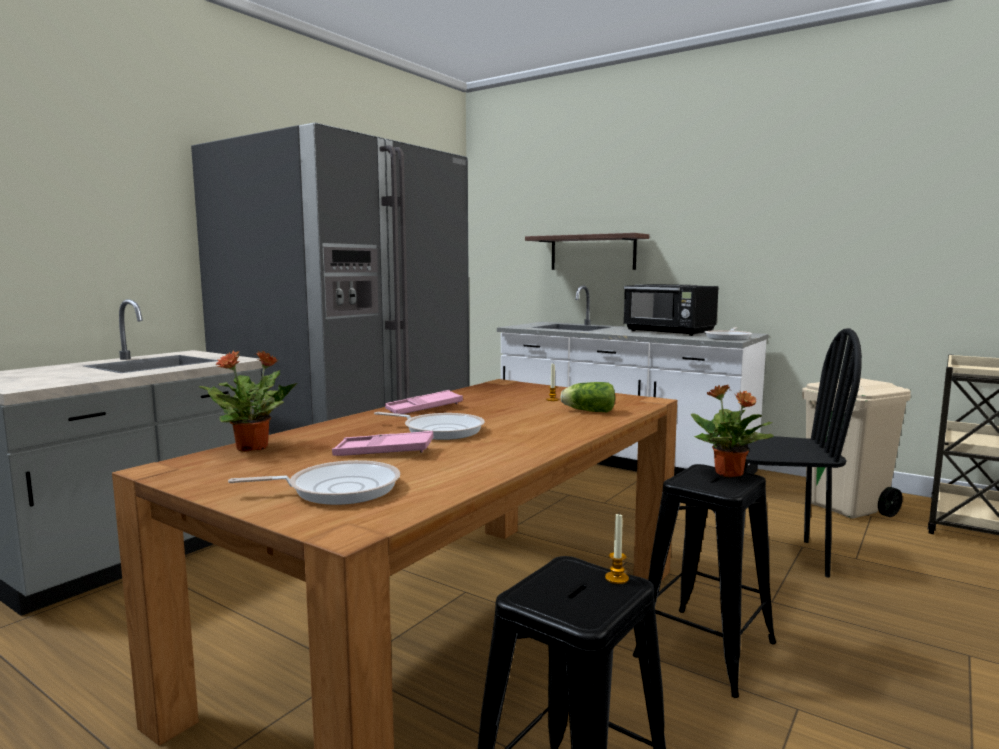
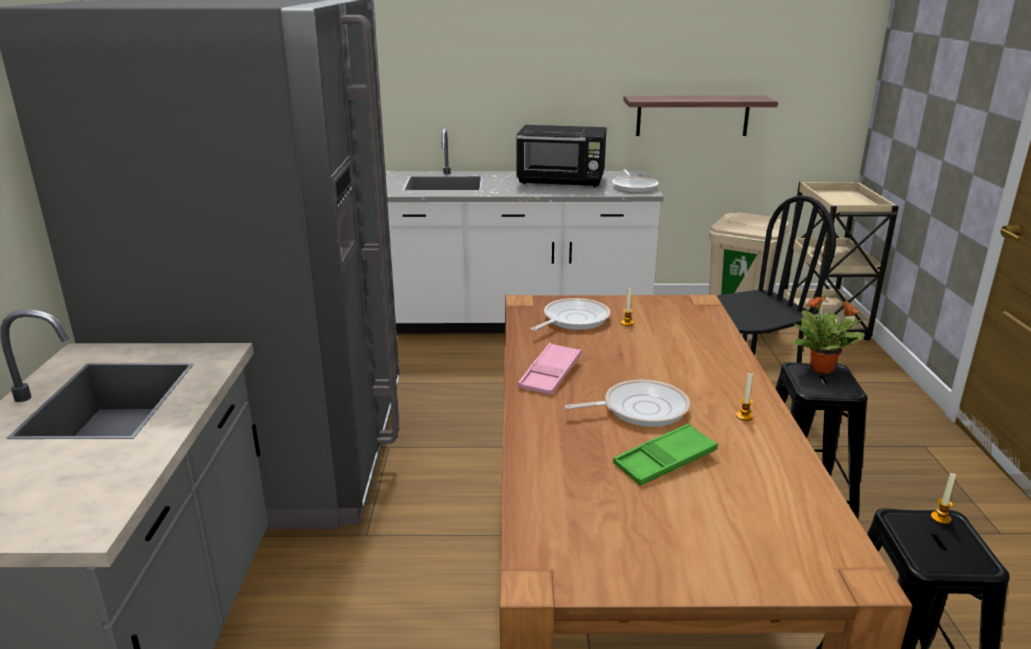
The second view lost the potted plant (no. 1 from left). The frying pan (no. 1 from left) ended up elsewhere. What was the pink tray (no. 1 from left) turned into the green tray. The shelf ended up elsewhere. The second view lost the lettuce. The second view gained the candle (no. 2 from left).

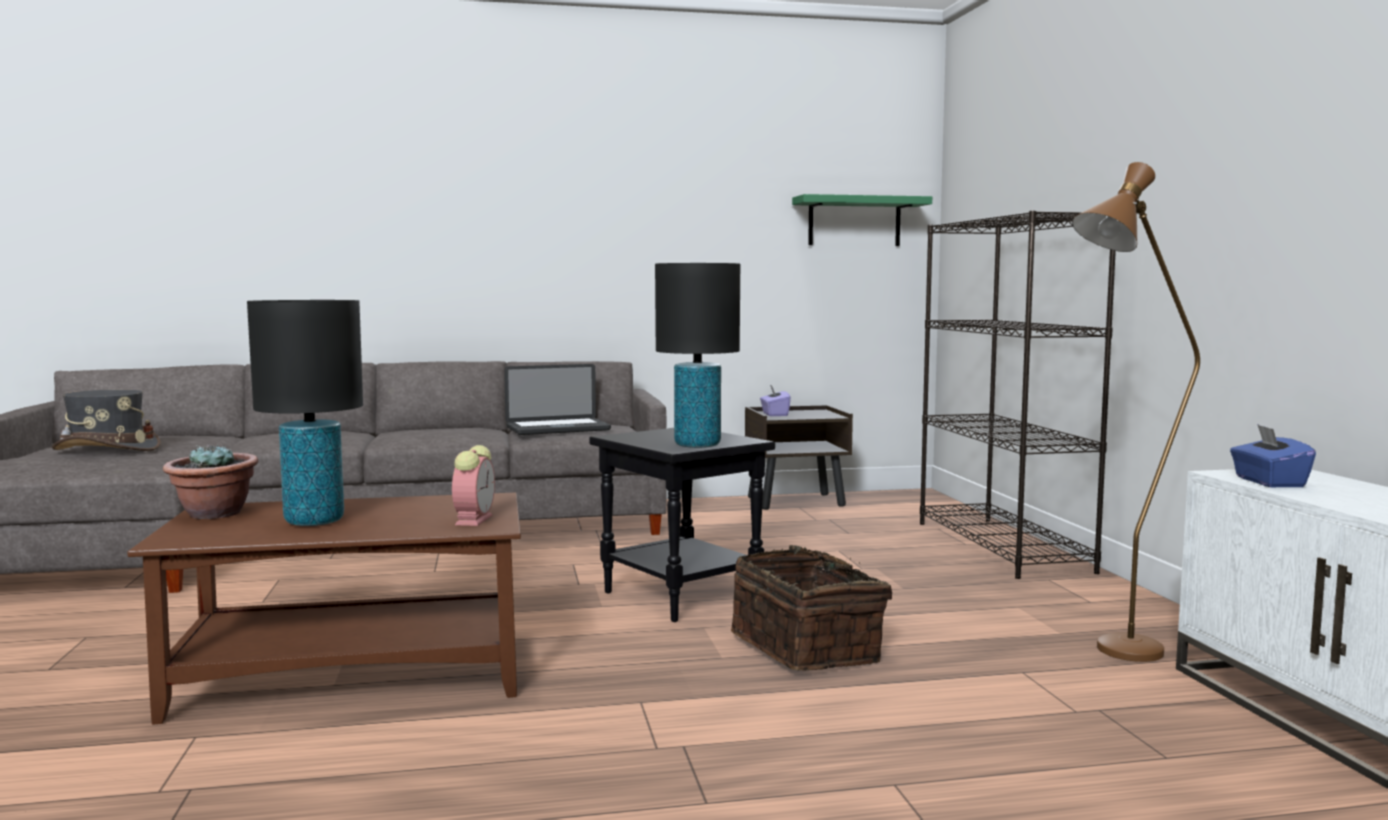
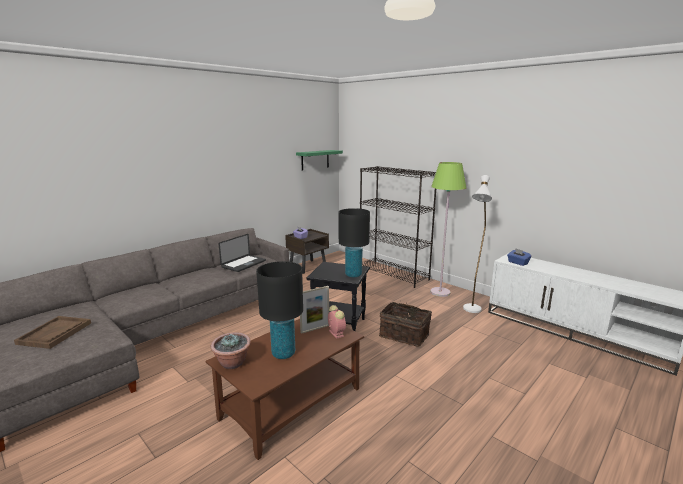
Where the grey hat stood, the brown tray came to stand. What was the brown floor lamp turned into the white floor lamp. The second view gained the picture frame. The second view gained the green floor lamp.

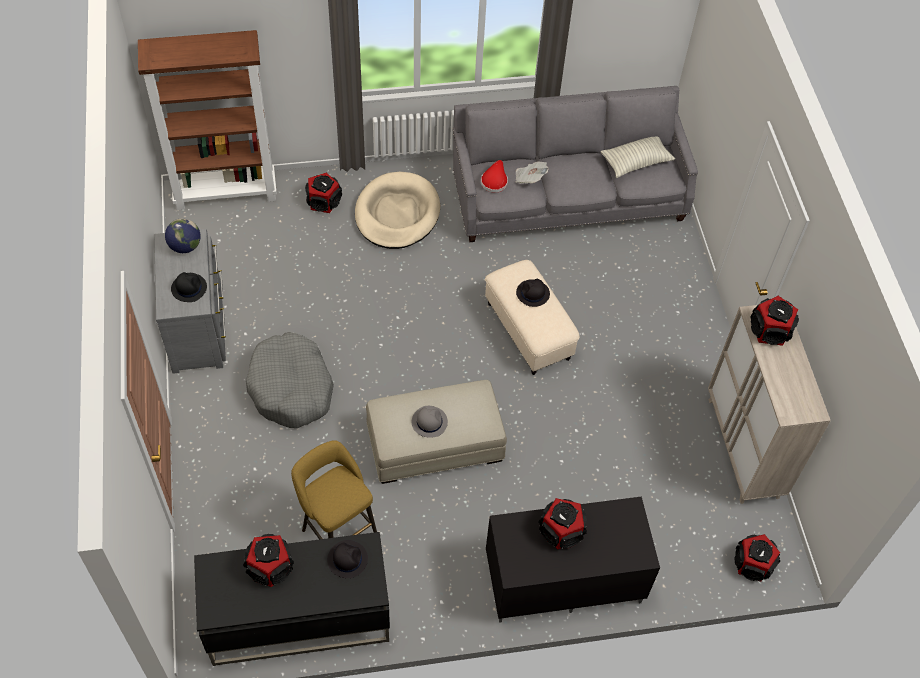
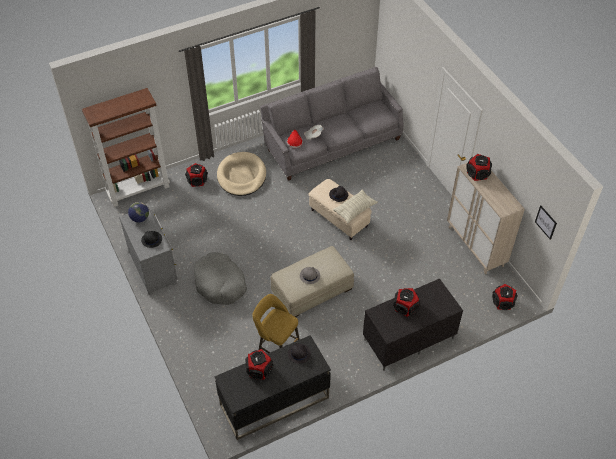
The pillow ended up elsewhere. The second view gained the picture.

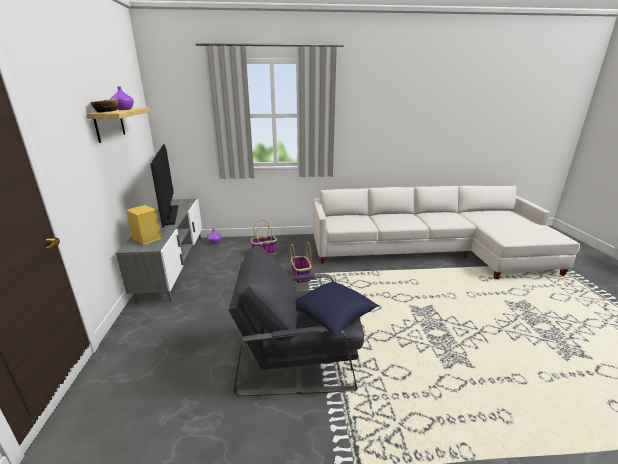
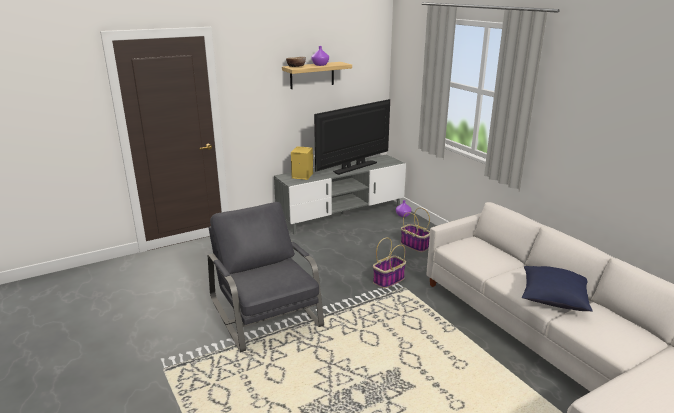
The blue pillow ended up elsewhere.

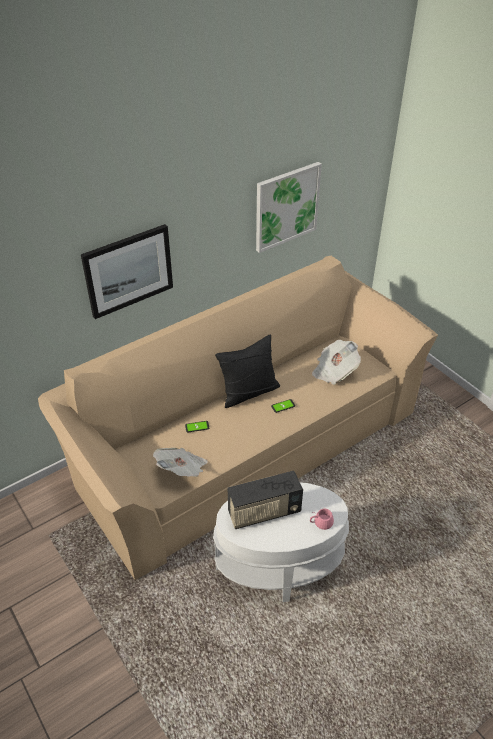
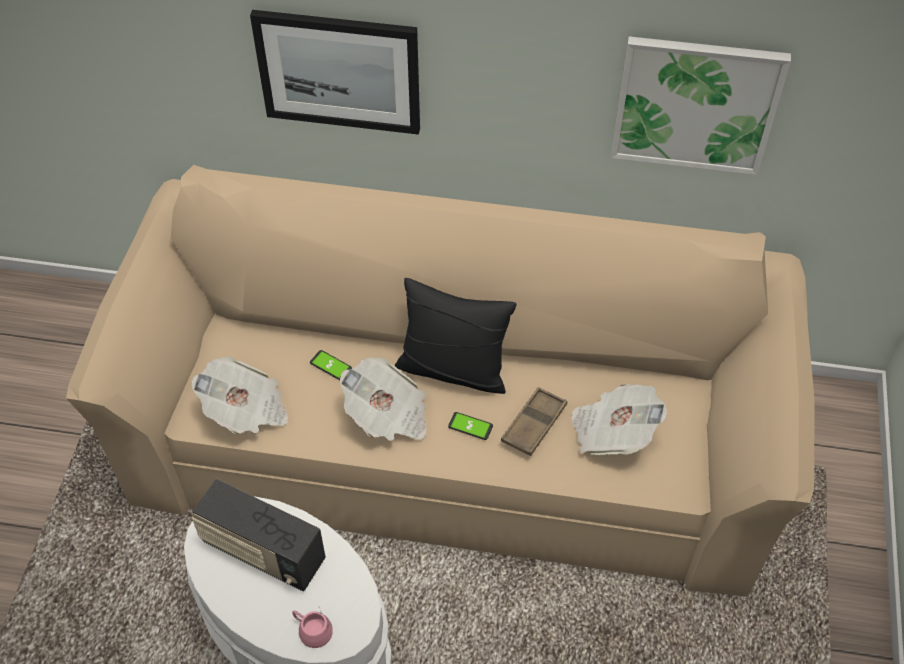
The second view gained the newspaper (no. 2 from left). The second view gained the brown tray.

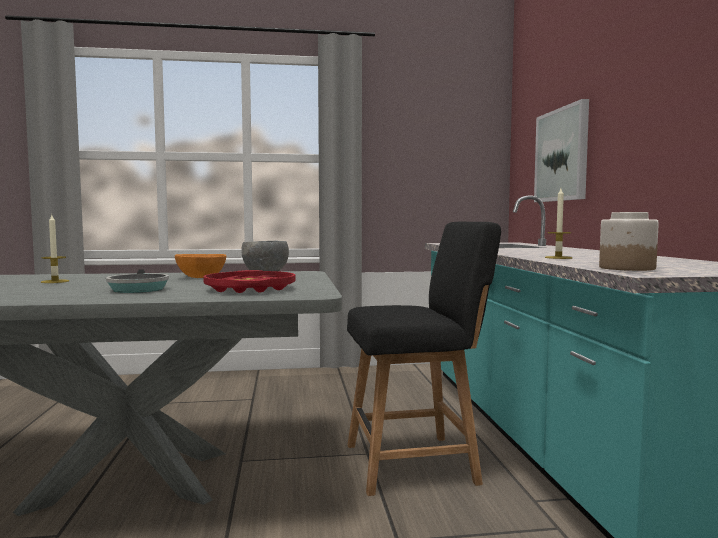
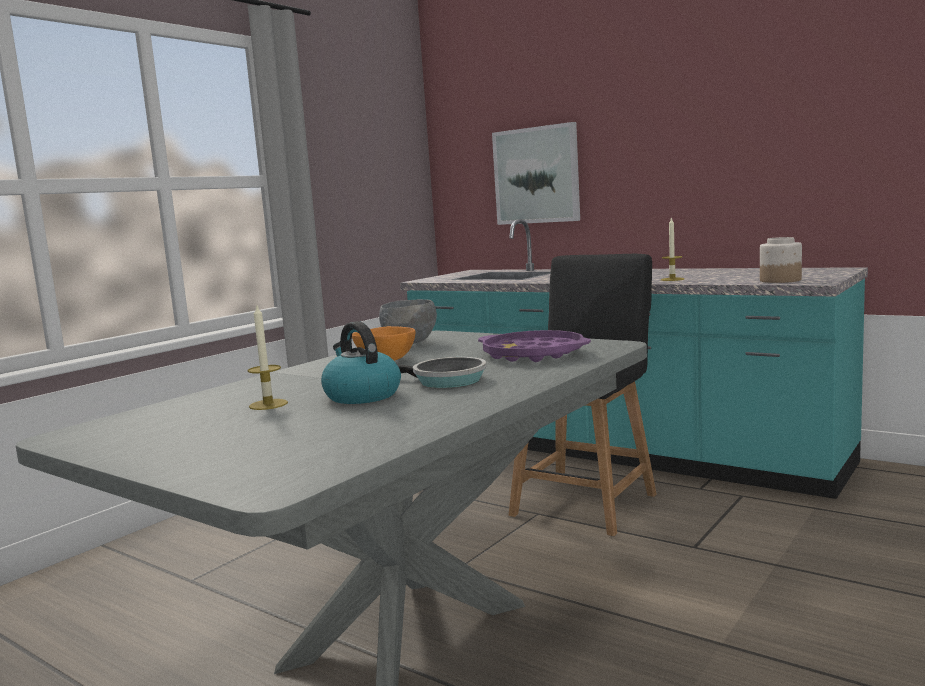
What was the red tray turned into the purple tray. The second view gained the kettle.

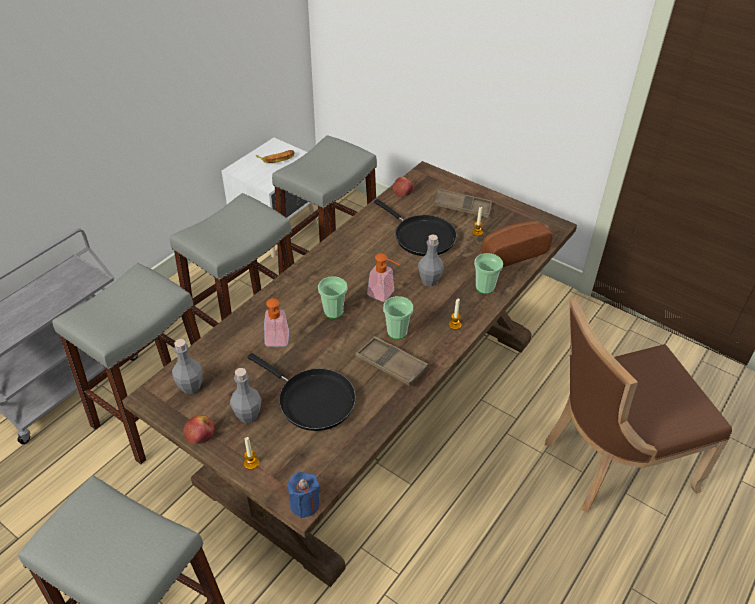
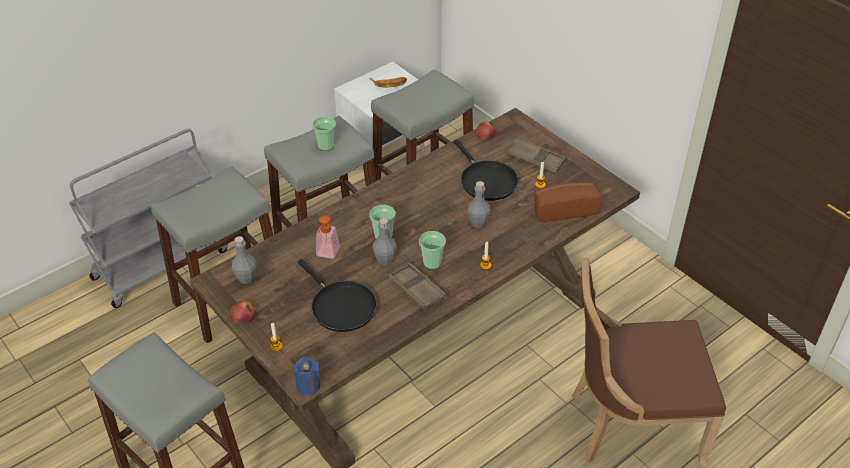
The grey bottle (no. 2 from left) ended up elsewhere. The second view lost the soap dispenser (no. 2 from left). The cup (no. 3 from left in the first image) ended up elsewhere.

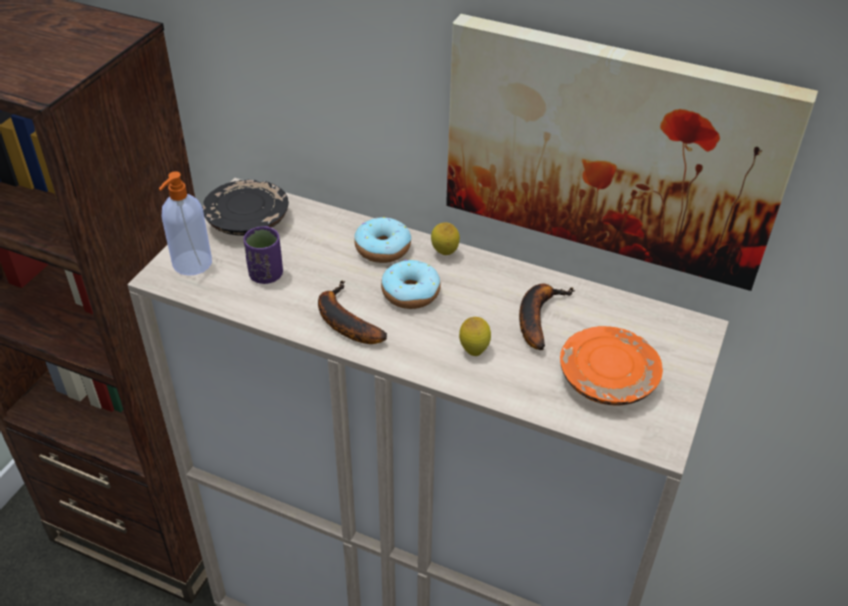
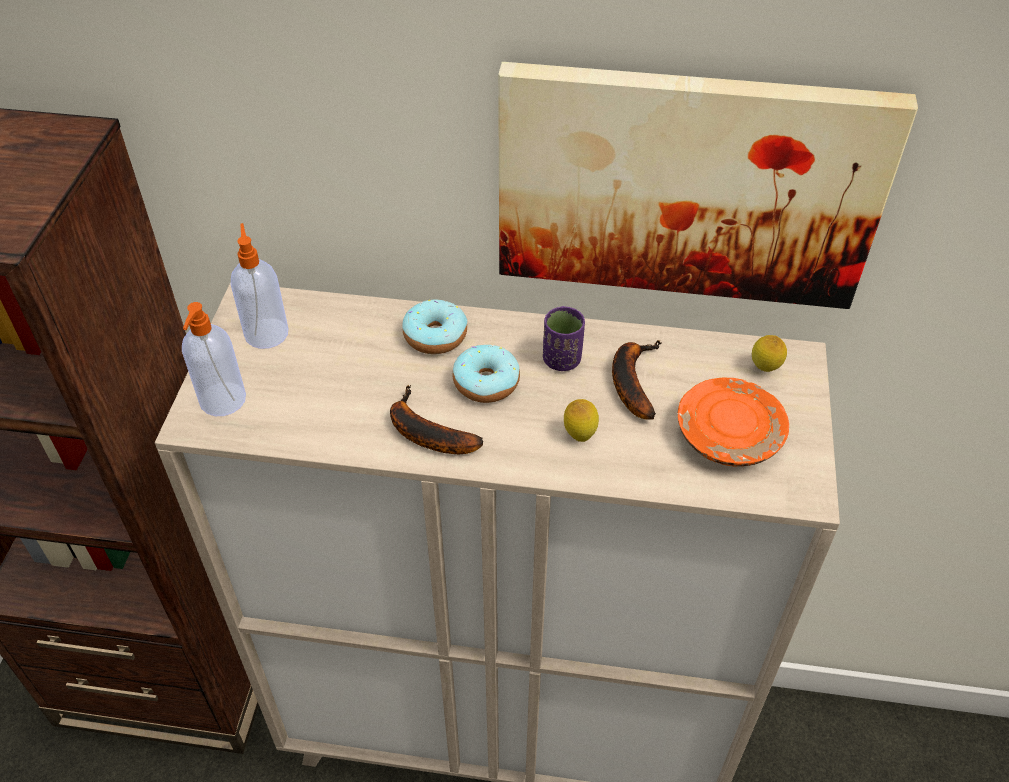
Where the black plate stood, the soap dispenser (no. 2 from left) came to stand. The purple cup ended up elsewhere. The lemon (no. 1 from left in the first image) ended up elsewhere.

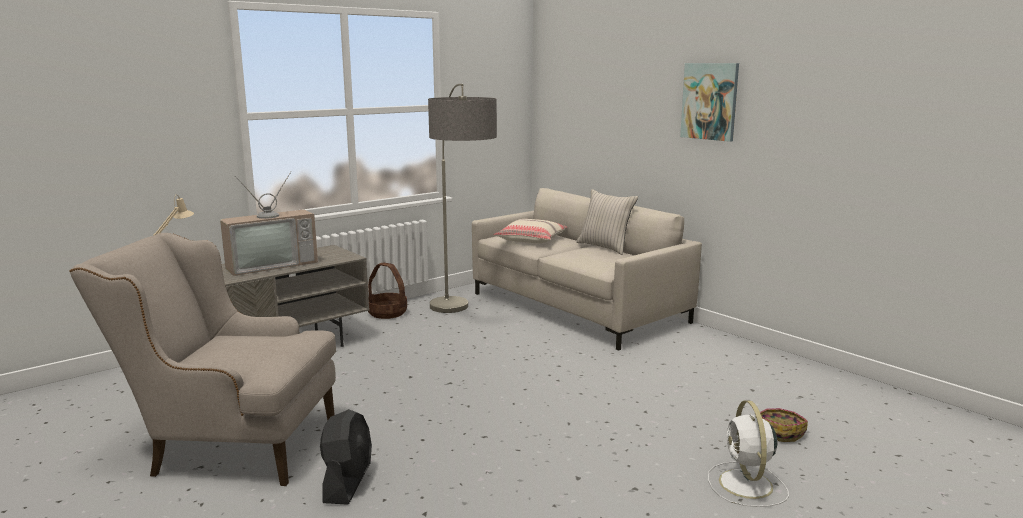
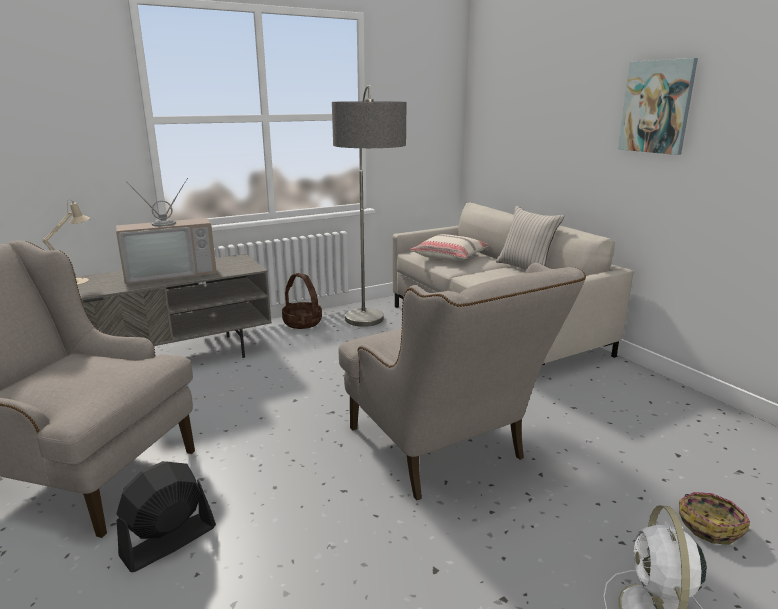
The black fan ended up facing another way, 150 degrees counterclockwise from before. The second view gained the beige armchair (no. 2 from left).

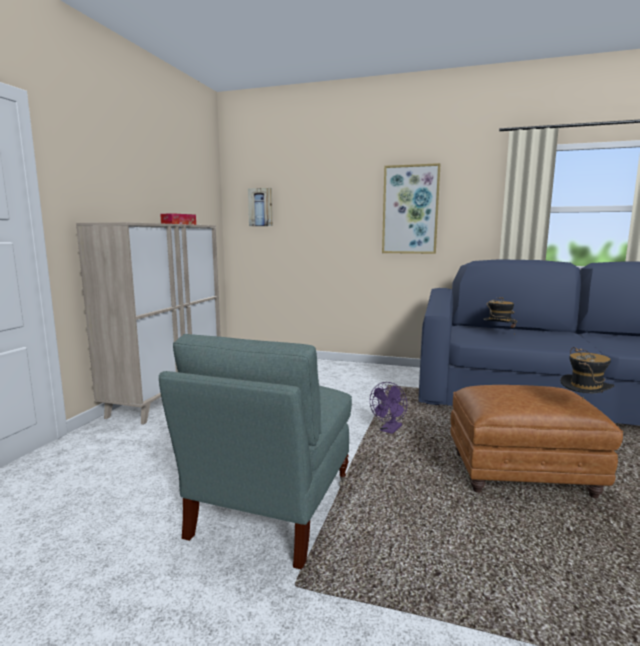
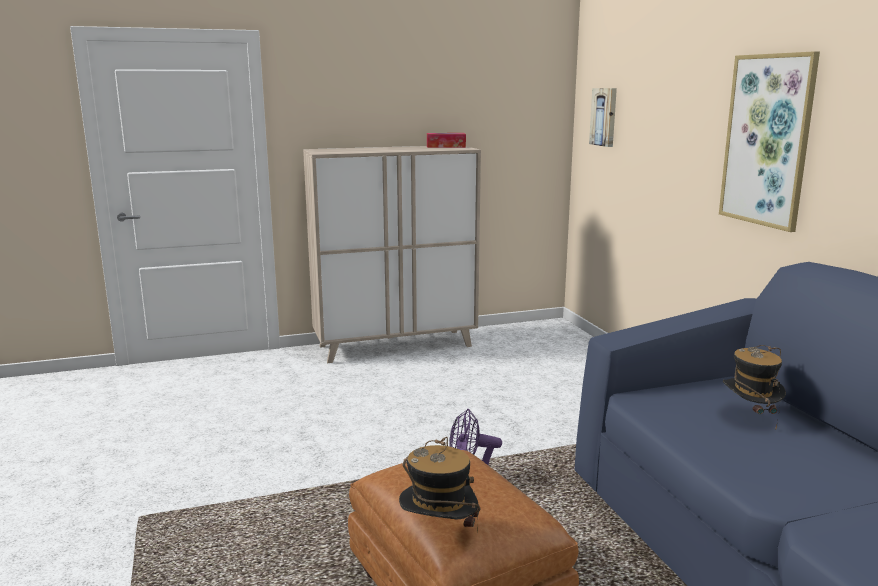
The second view lost the grey armchair.

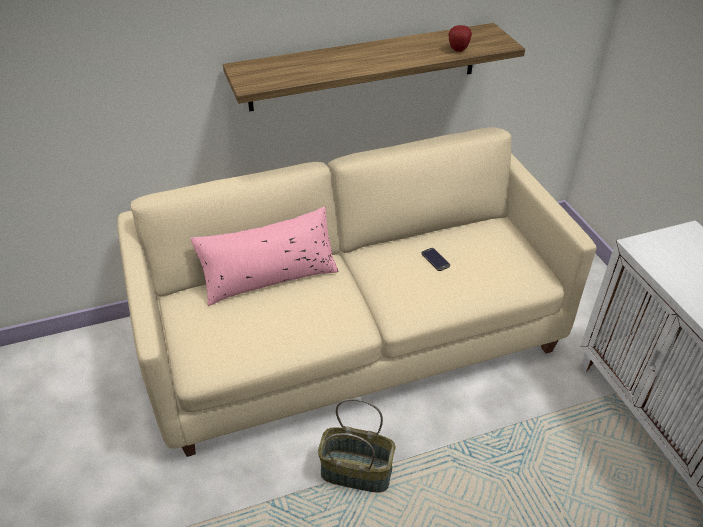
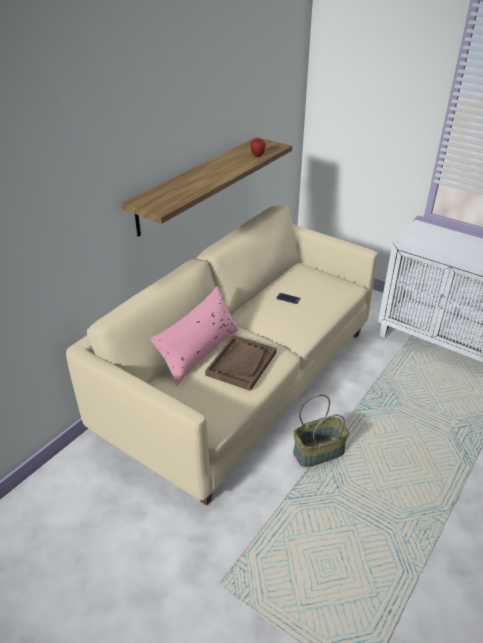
The second view gained the brown tray.

